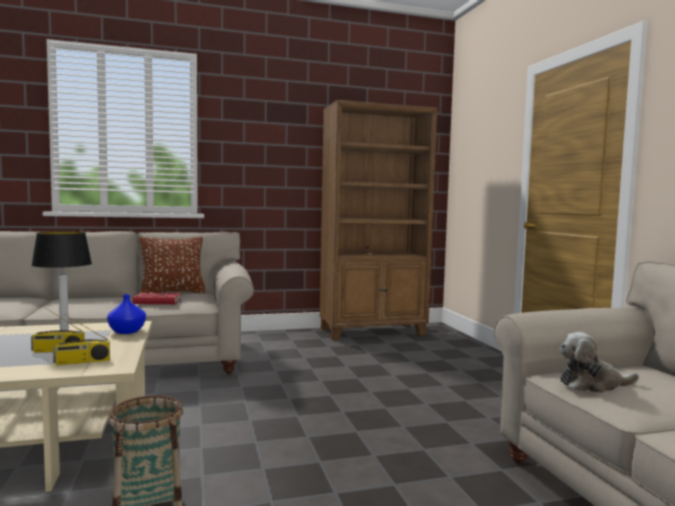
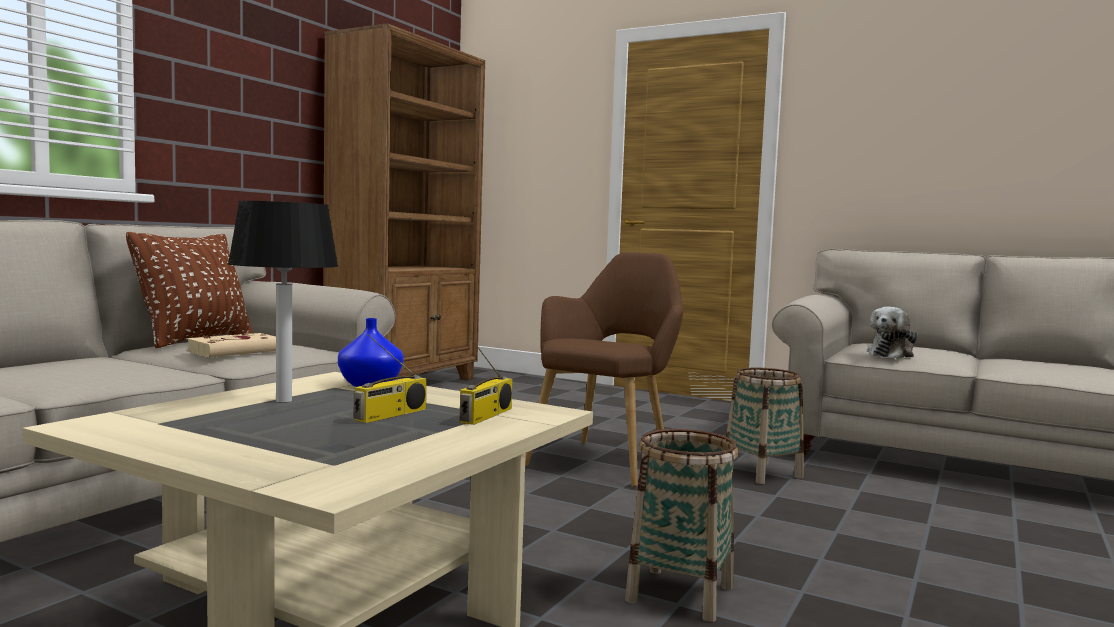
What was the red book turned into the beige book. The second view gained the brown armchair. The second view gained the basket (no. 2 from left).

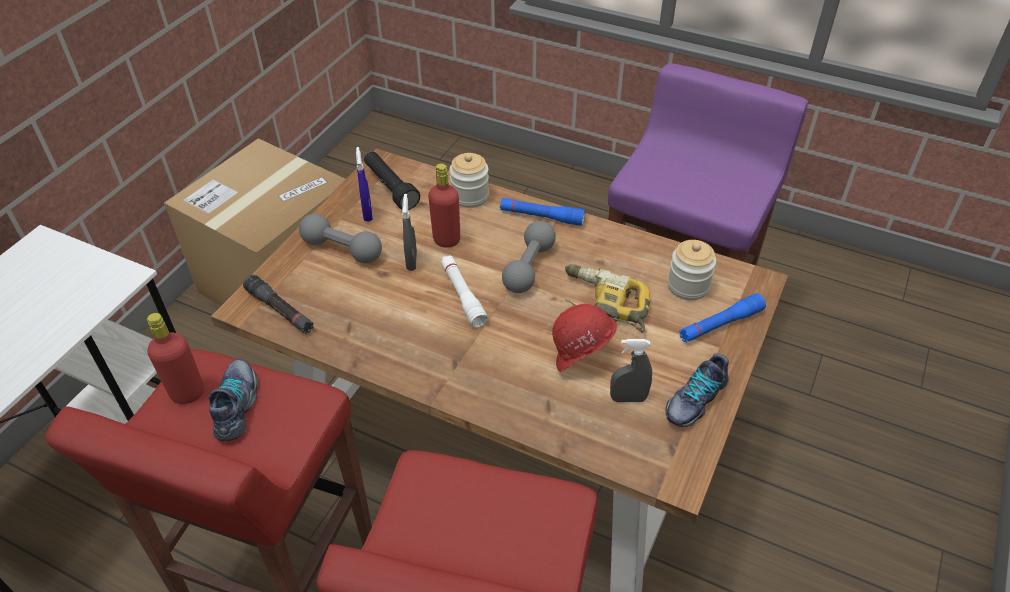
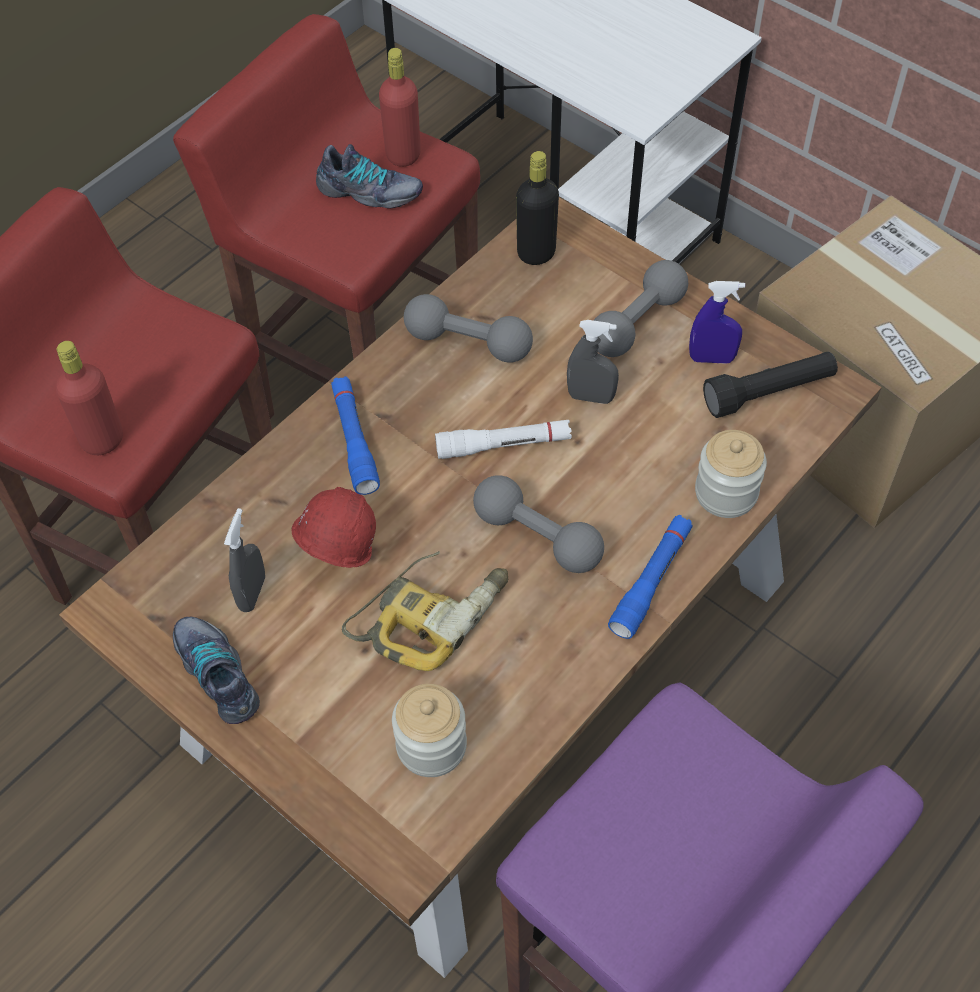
Where the black flashlight (no. 1 from left) stood, the black bottle came to stand. The red bottle (no. 2 from left in the first image) ended up elsewhere. The blue flashlight (no. 2 from left in the first image) ended up elsewhere. The second view gained the grey dumbbell (no. 1 from left).

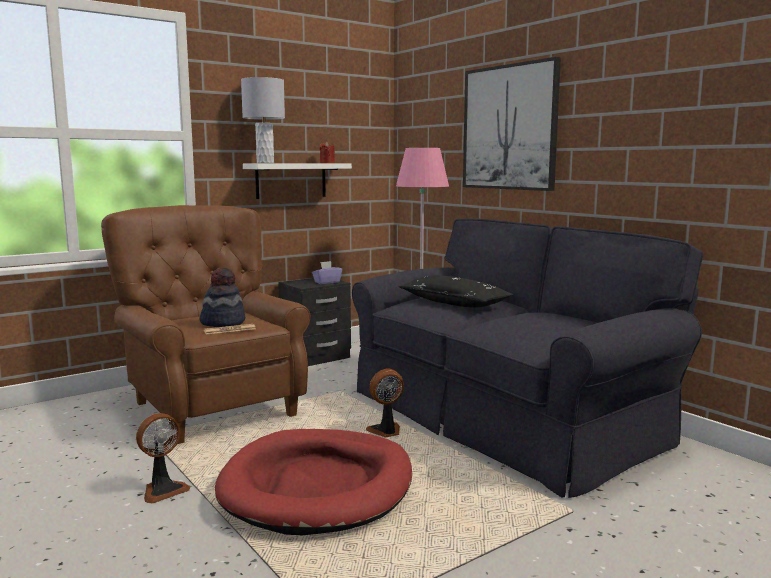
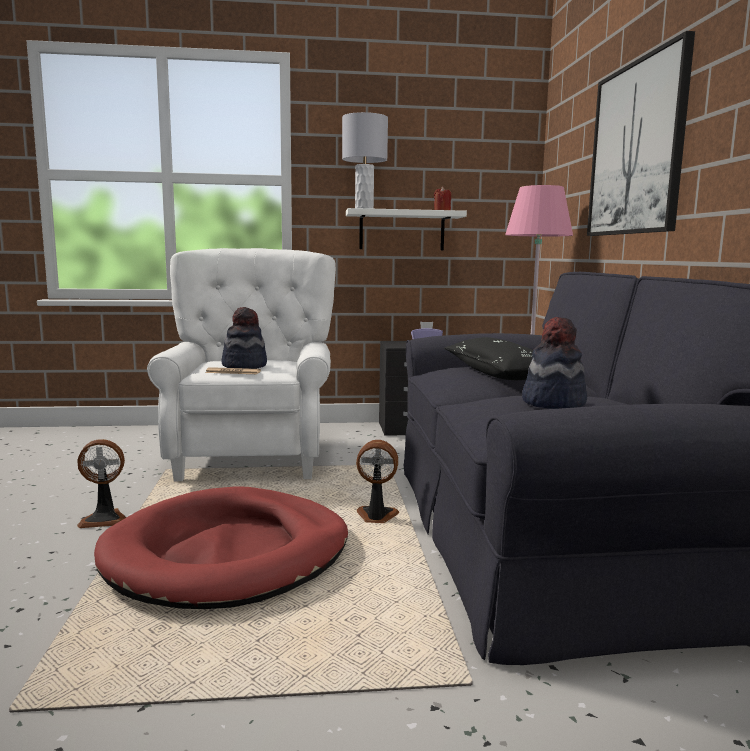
What was the brown armchair turned into the white armchair. The second view gained the hat (no. 2 from left).

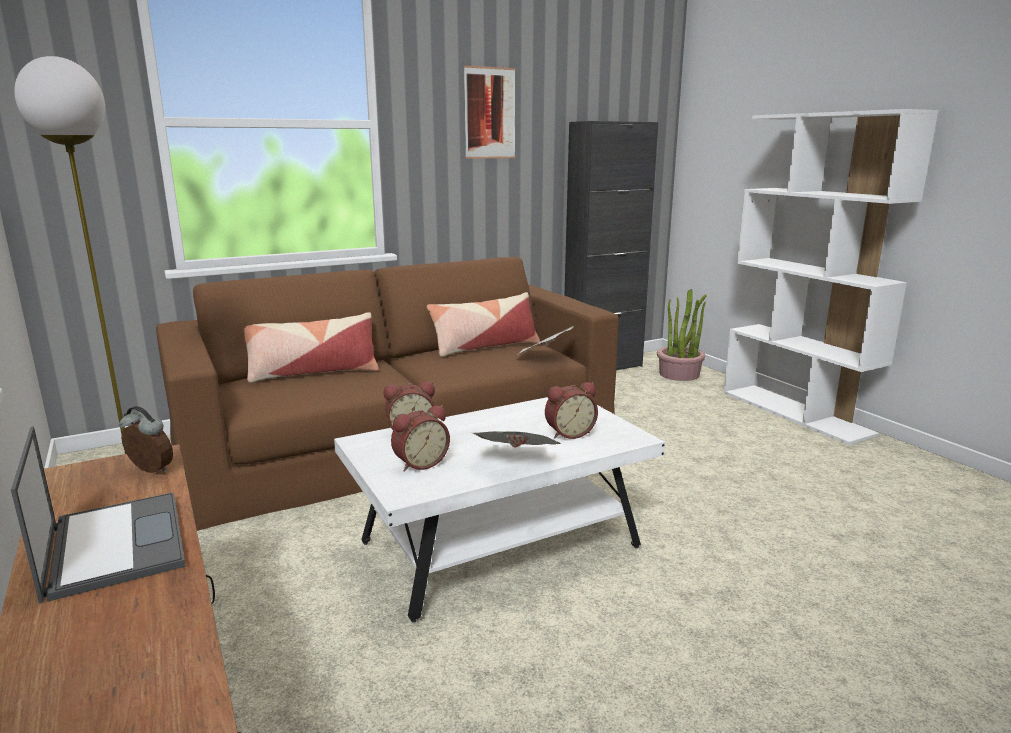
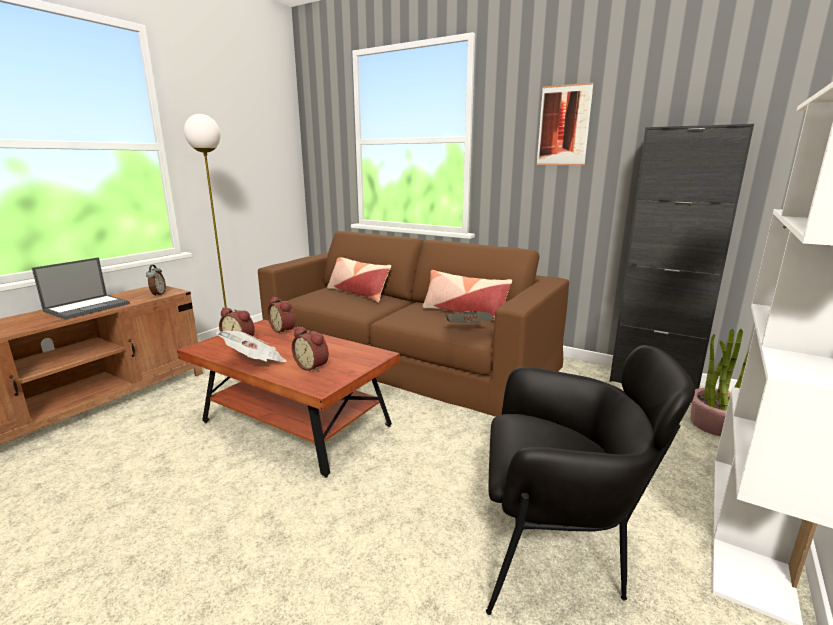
What was the white coffee table turned into the brown coffee table. The second view gained the black armchair.

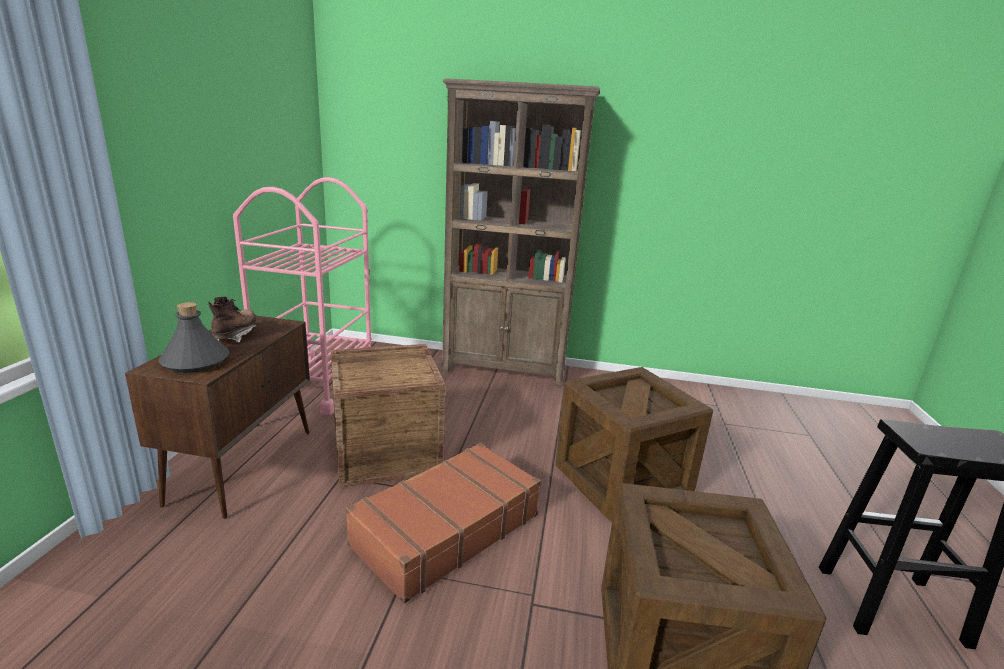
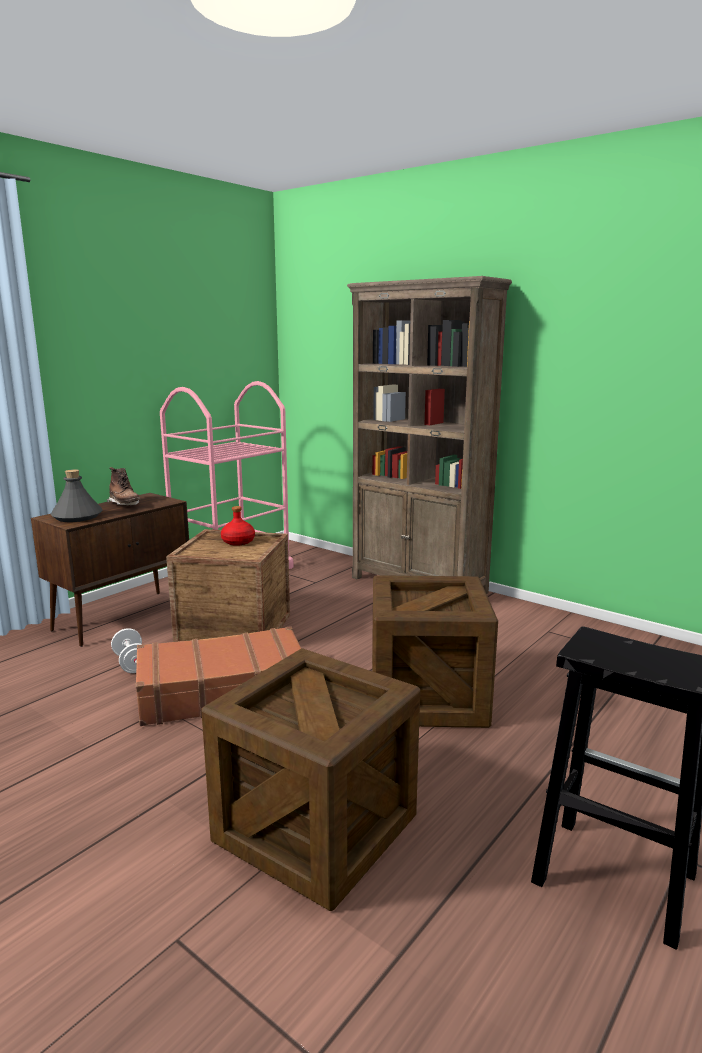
The brown boot ended up facing another way, 105 degrees clockwise from before. The second view gained the white dumbbell. The second view gained the red bottle.

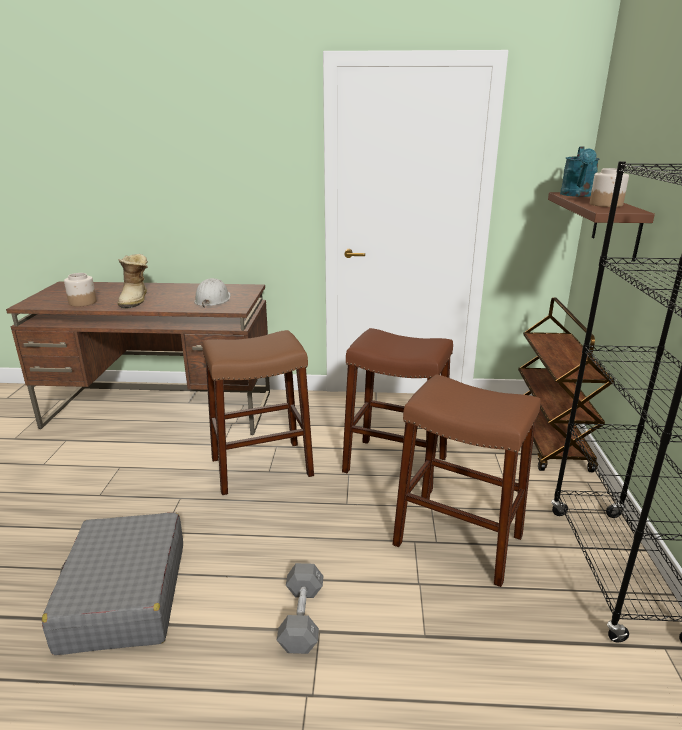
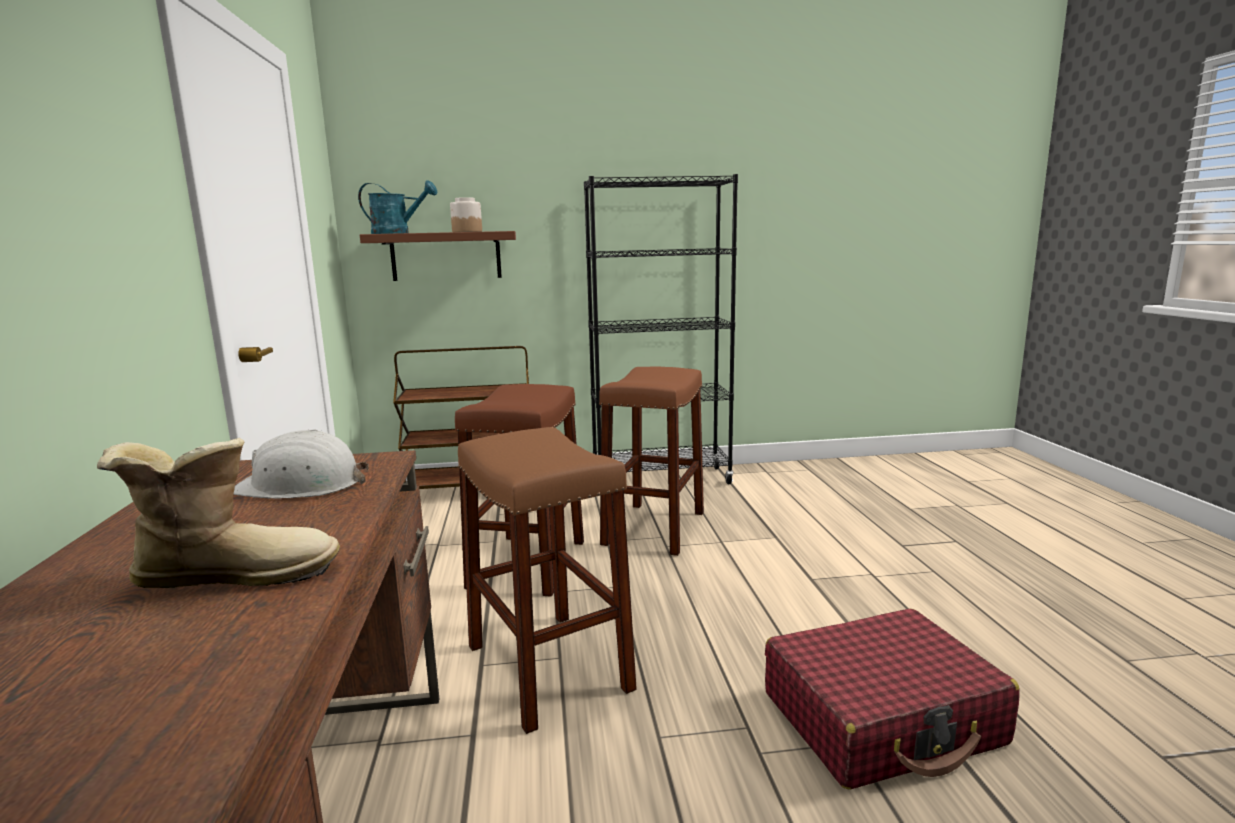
What was the grey suitcase turned into the red suitcase. The second view lost the jar (no. 1 from left). The second view lost the grey dumbbell.

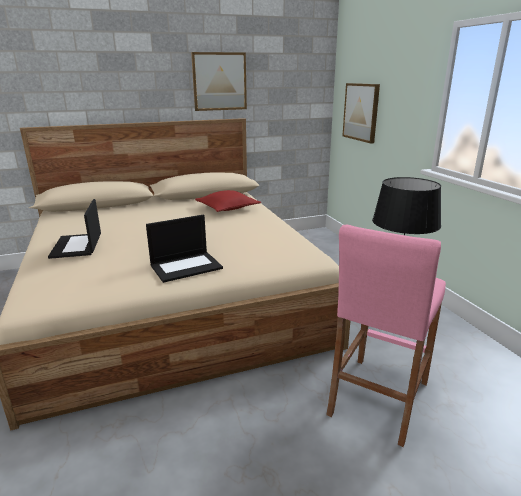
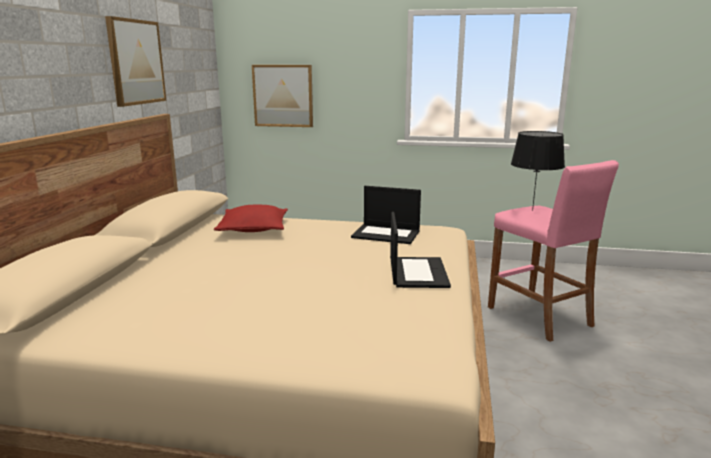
The laptop (no. 1 from left) ended up elsewhere.

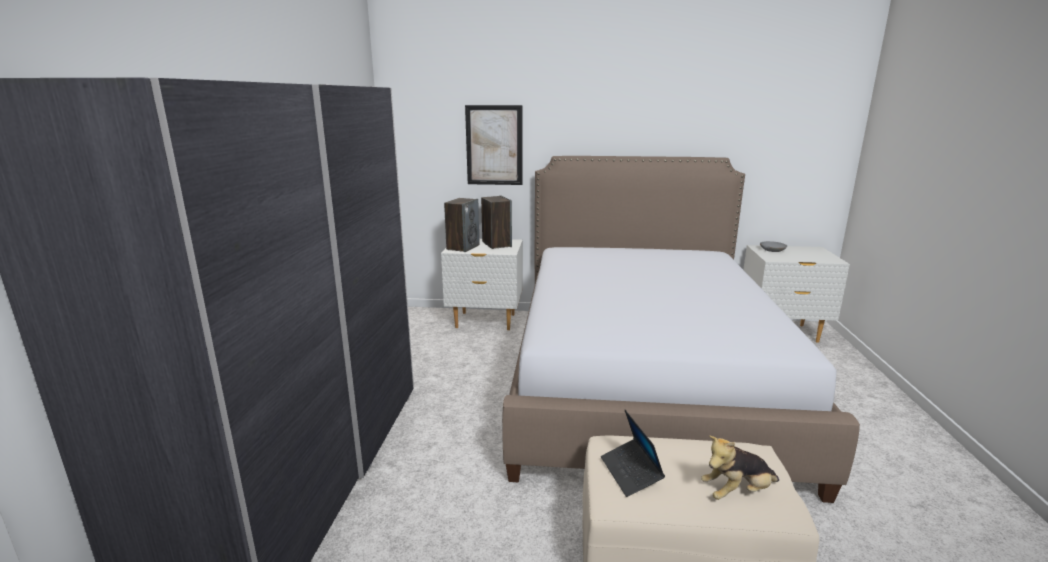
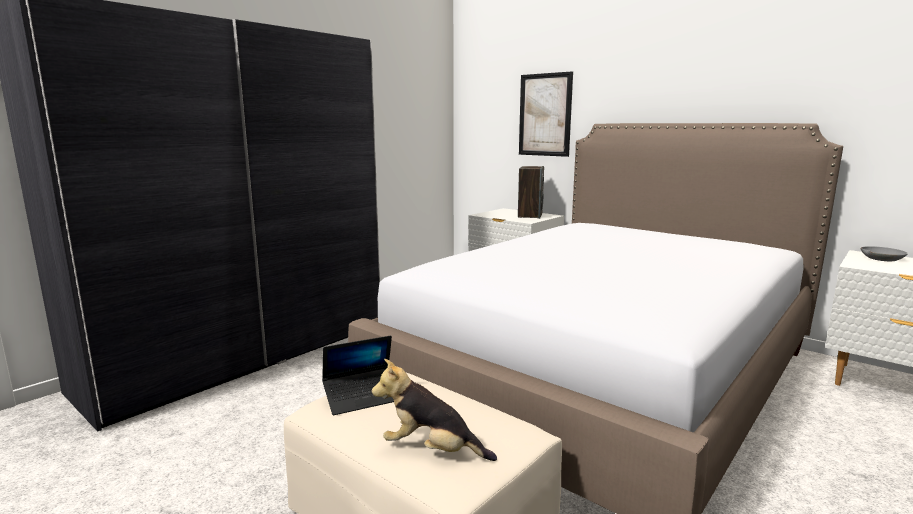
The second view lost the speaker (no. 1 from left). The laptop ended up facing another way, 135 degrees counterclockwise from before.

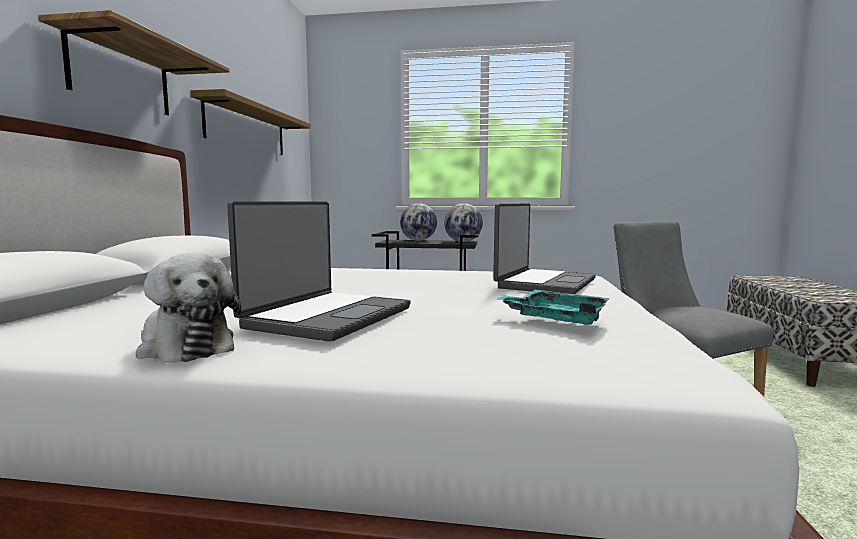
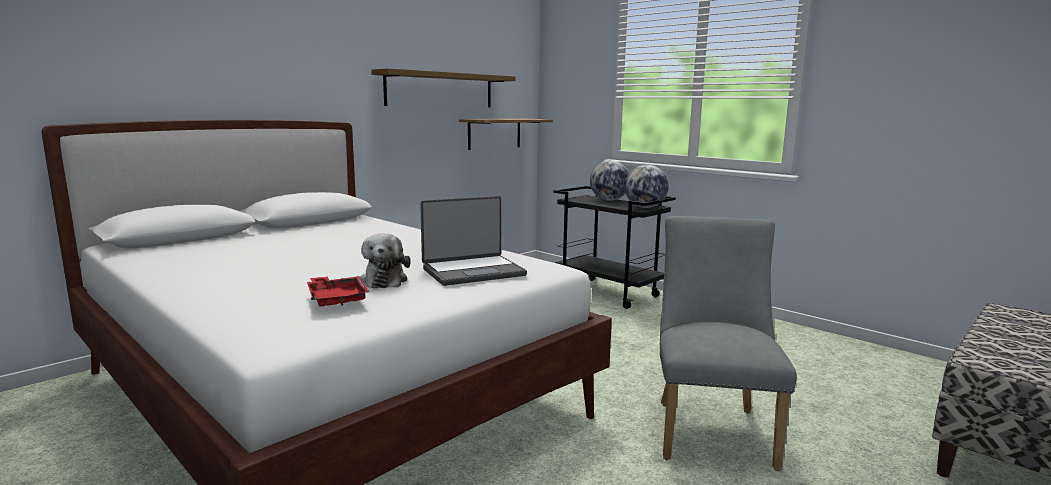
The shelf (no. 1 from left in the first image) ended up elsewhere. The plush toy ended up elsewhere. The second view lost the laptop (no. 1 from left). What was the turquoise tray turned into the red tray.

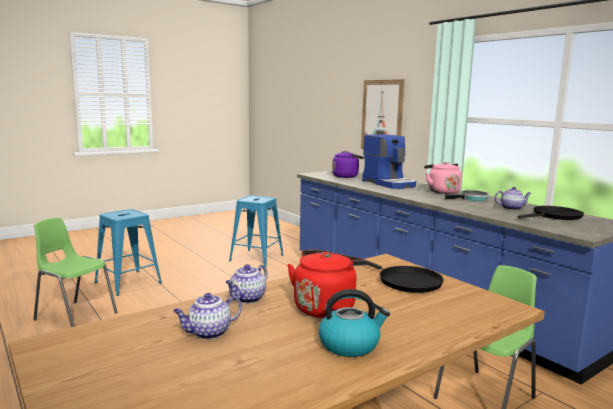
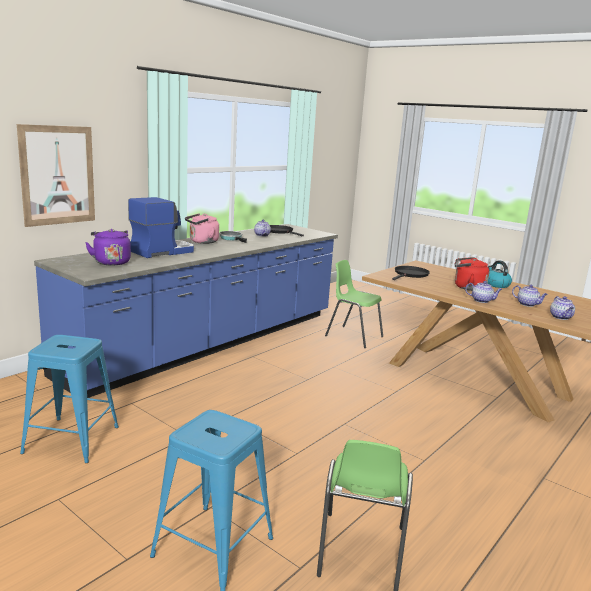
The second view gained the teapot (no. 4 from left).

